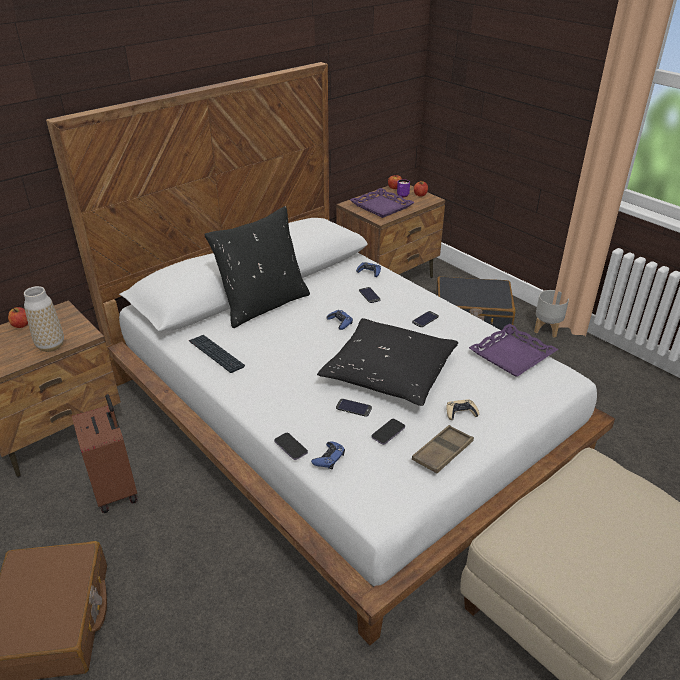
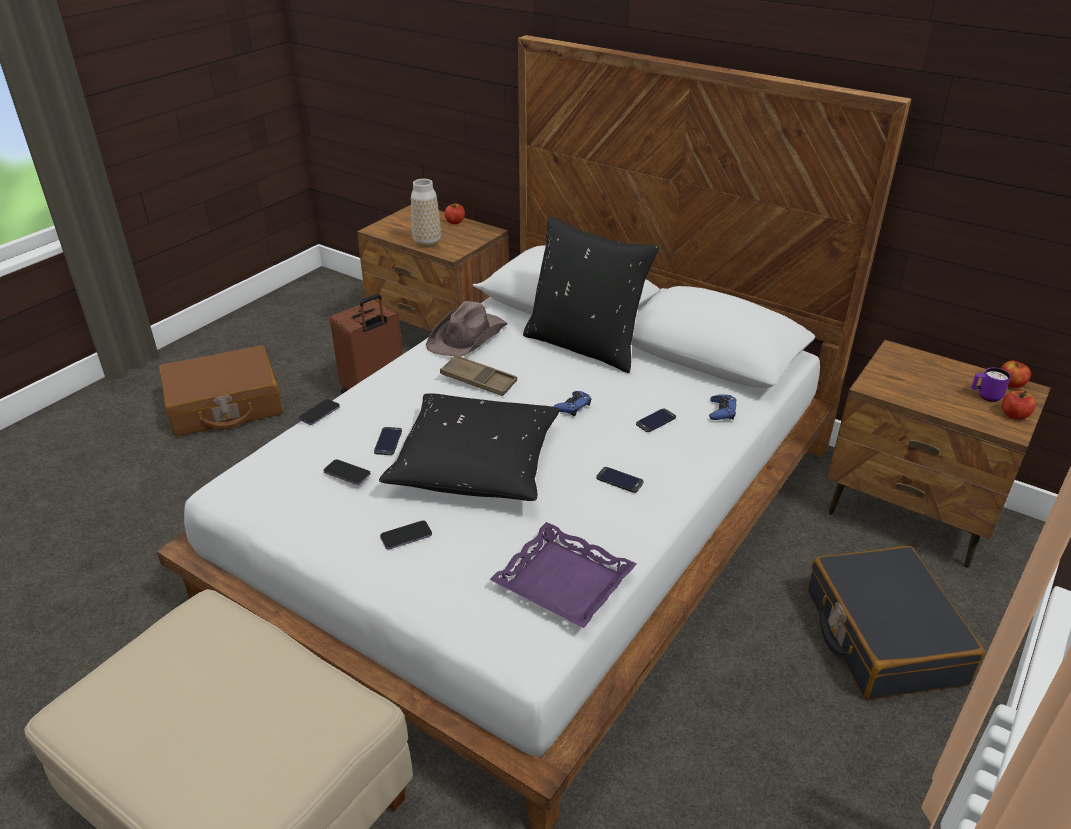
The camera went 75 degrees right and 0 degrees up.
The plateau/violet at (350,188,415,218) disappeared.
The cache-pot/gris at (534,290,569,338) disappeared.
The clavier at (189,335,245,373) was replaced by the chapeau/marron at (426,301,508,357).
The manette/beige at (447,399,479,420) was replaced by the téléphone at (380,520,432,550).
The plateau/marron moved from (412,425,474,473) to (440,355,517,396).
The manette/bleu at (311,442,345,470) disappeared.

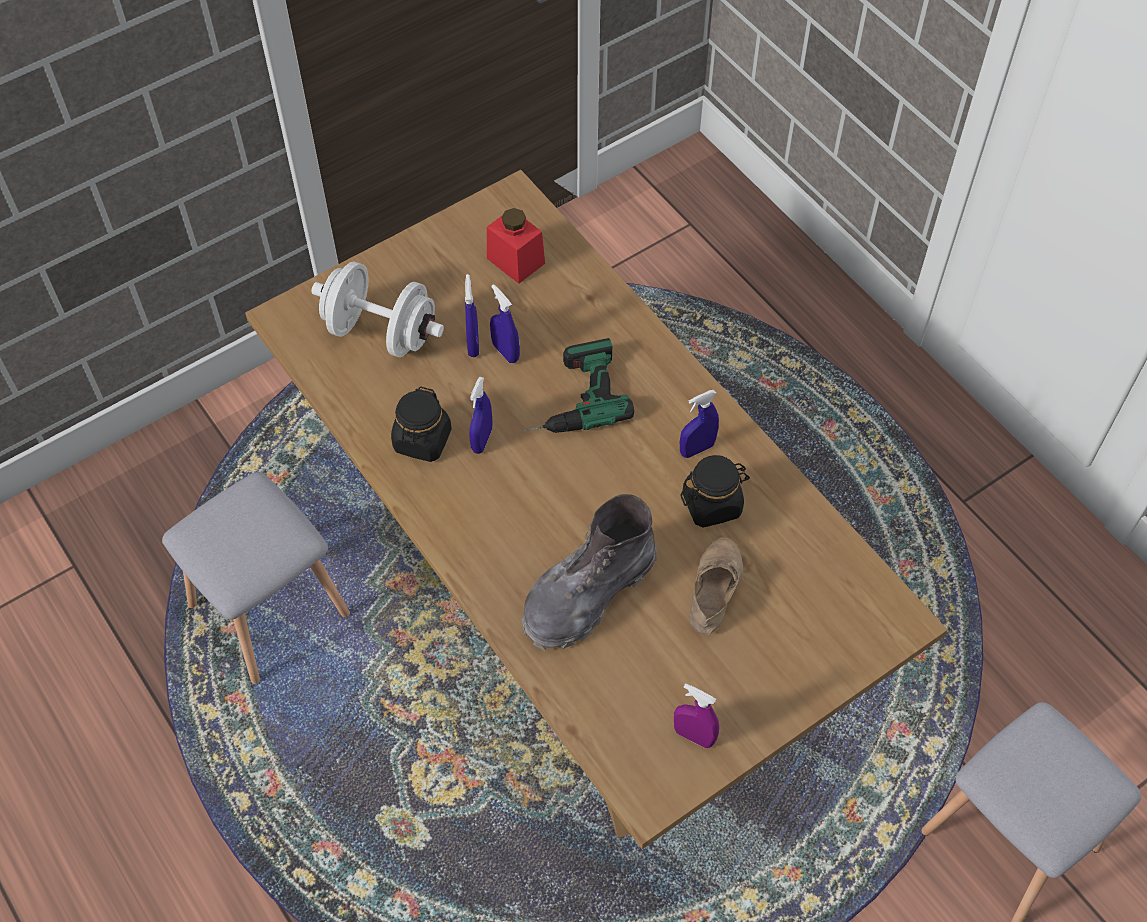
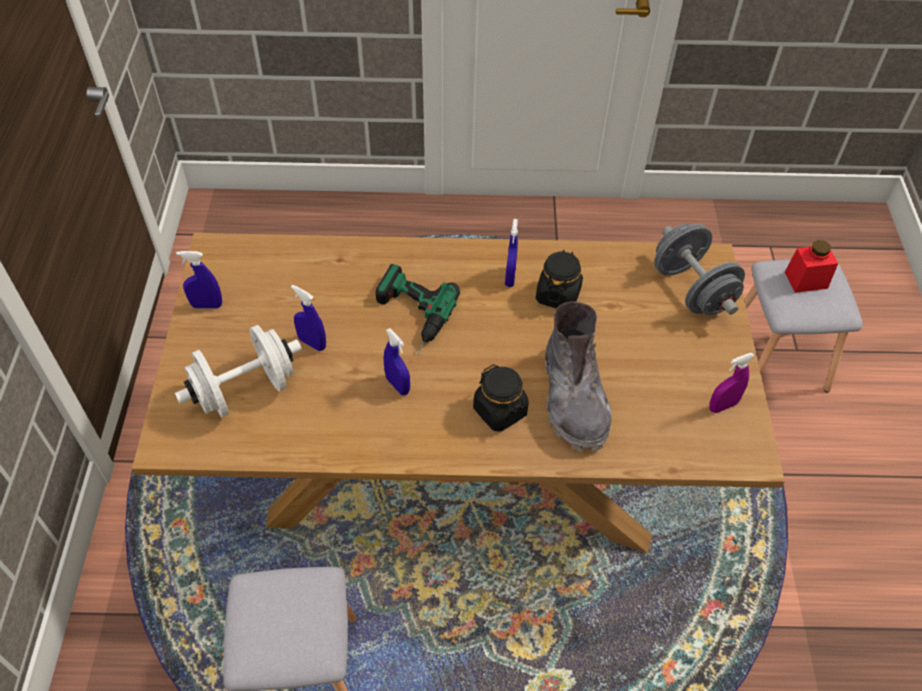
The camera went 55 degrees left and 5 degrees down.
The bocal/rouge moved from (487,208,545,284) to (785,240,838,293).
The vaporisateur/bleu moved from (490,284,520,363) to (176,251,222,308).
The bocal/noir moved from (391,387,452,462) to (473,364,528,432).
The chaussure/beige at (689,537,743,635) disappeared.
The haltère/gris at (654,224,745,315) appeared.

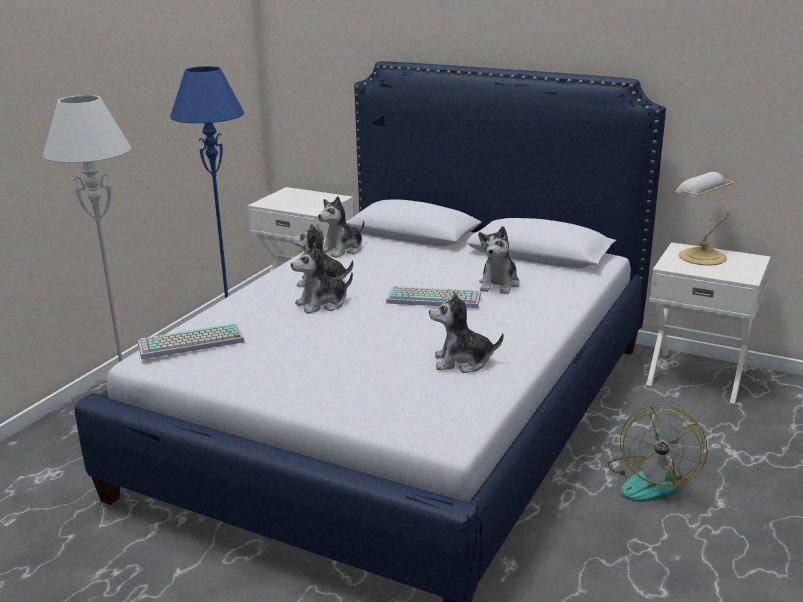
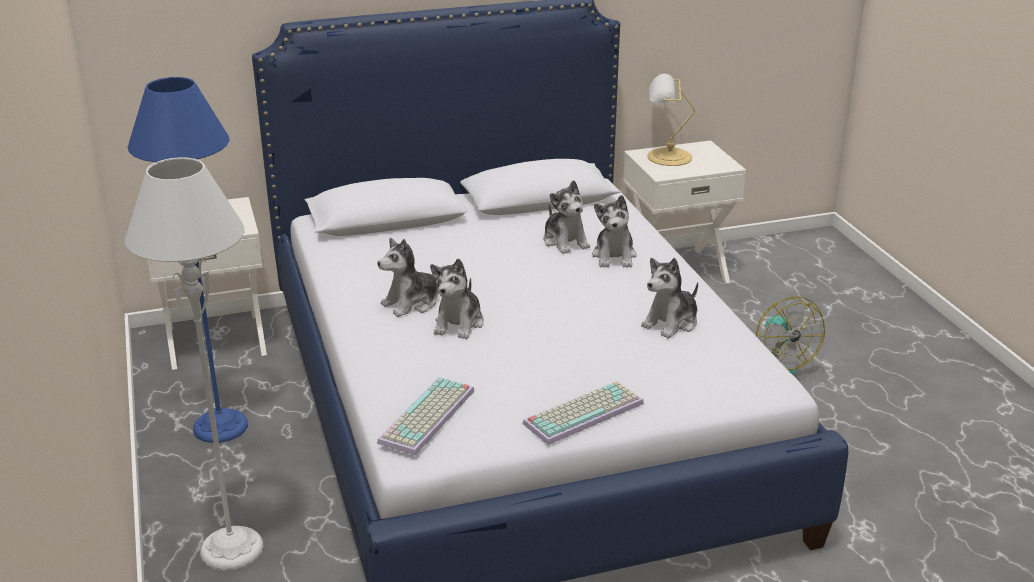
The camera went 45 degrees left and 5 degrees up.
The peluche moved from (318,196,365,258) to (592,195,637,268).
The clavier moved from (386,286,481,308) to (523,381,644,445).

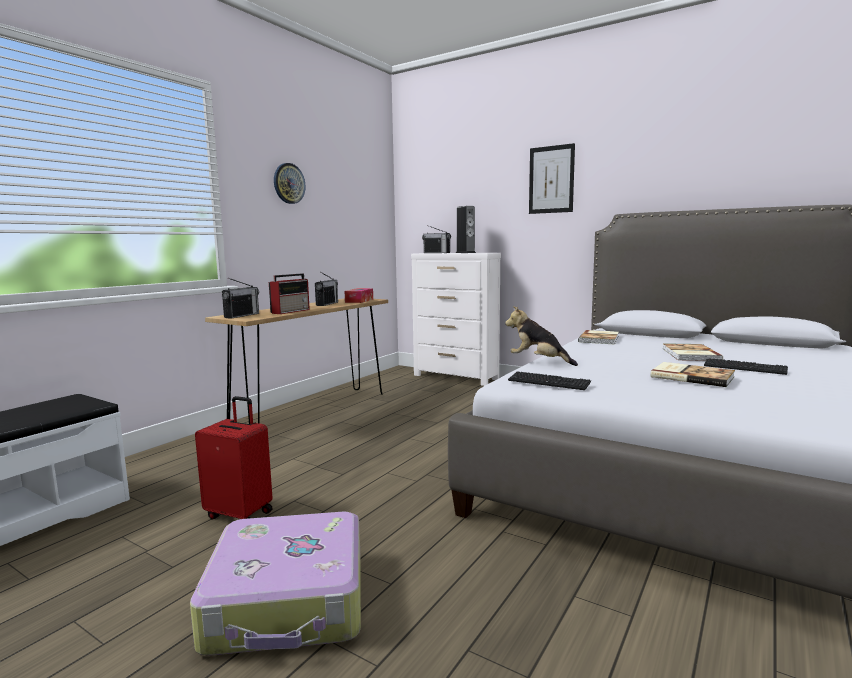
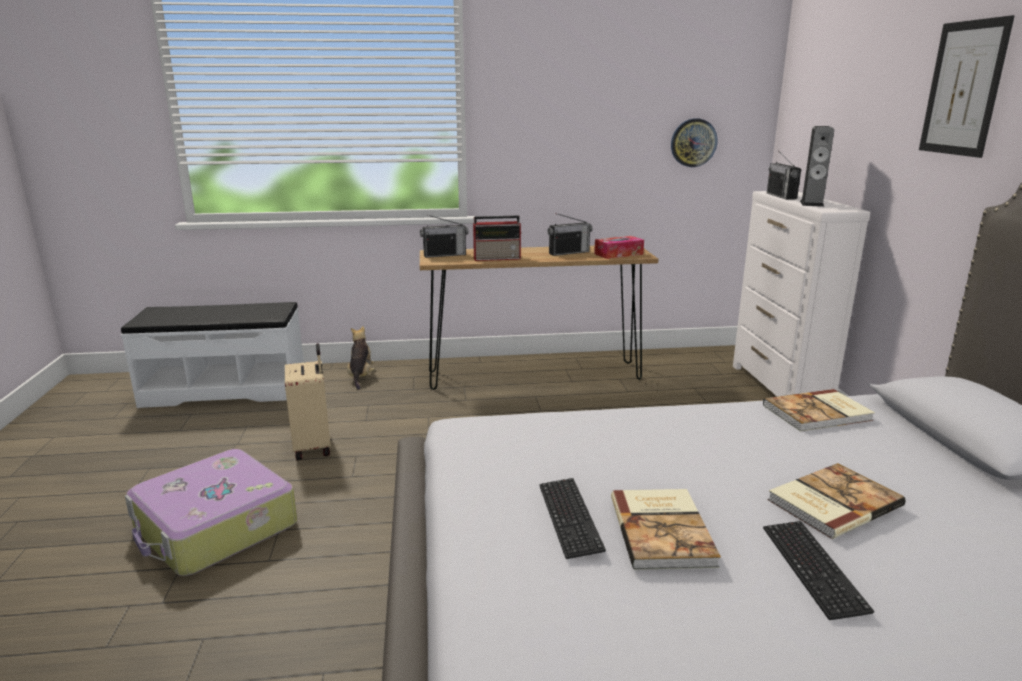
The camera went 50 degrees right and 10 degrees up.
The horloge murale moved from (274,163,305,204) to (671,118,717,167).
The peluche moved from (505,306,578,366) to (347,326,375,390).
The clavier moved from (508,371,591,390) to (539,478,606,559).
The valise/rouge at (195,396,273,519) became the valise/beige at (285,344,331,460).

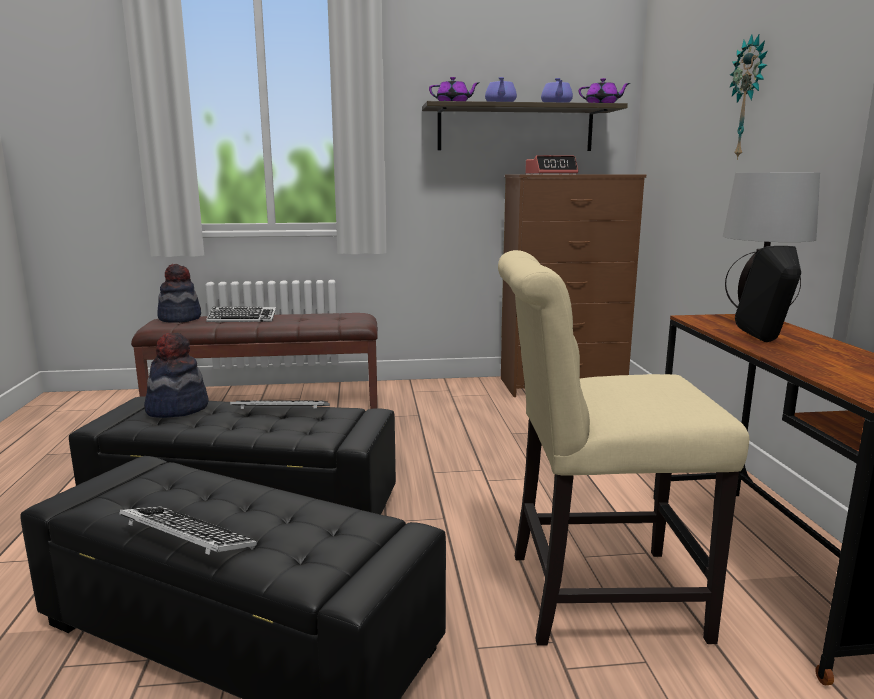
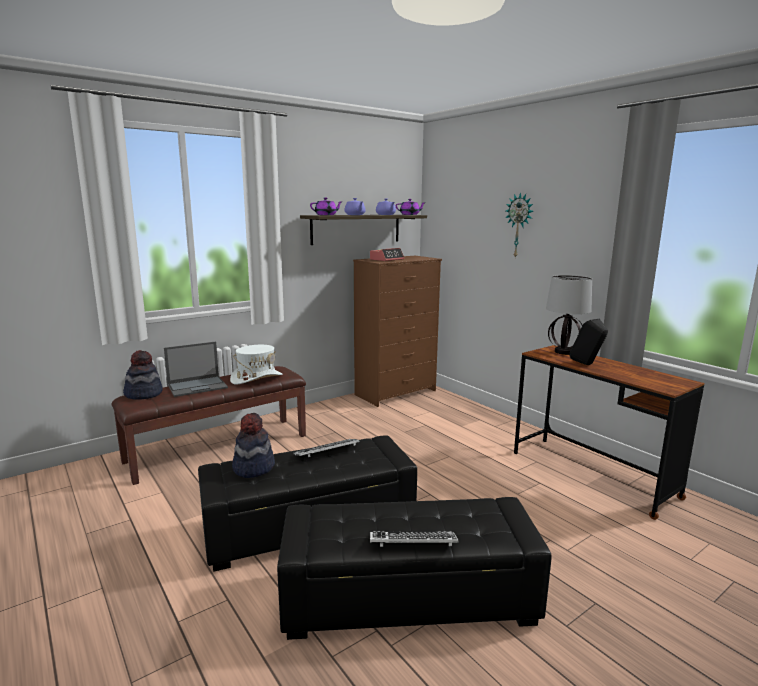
The camera went 30 degrees left and 0 degrees up.
The chaise/beige at (498,250,749,646) disappeared.
The clavier at (206,307,276,322) was replaced by the ordinateur portable at (164,342,228,397).
The chapeau/blanc at (230,345,282,384) appeared.

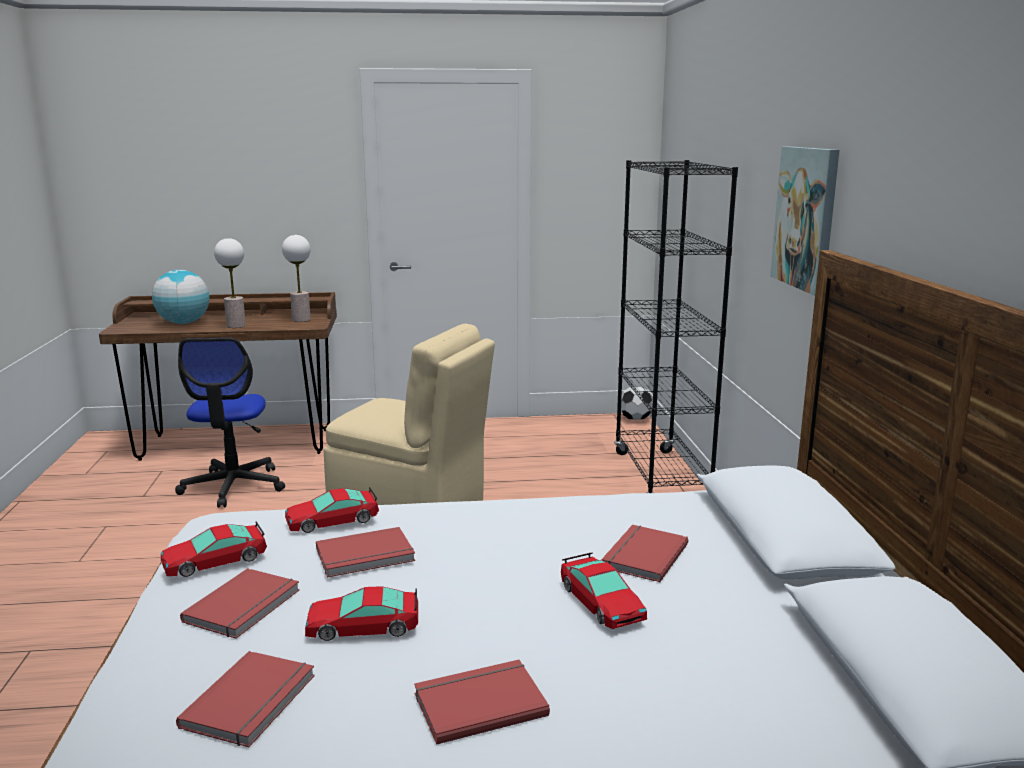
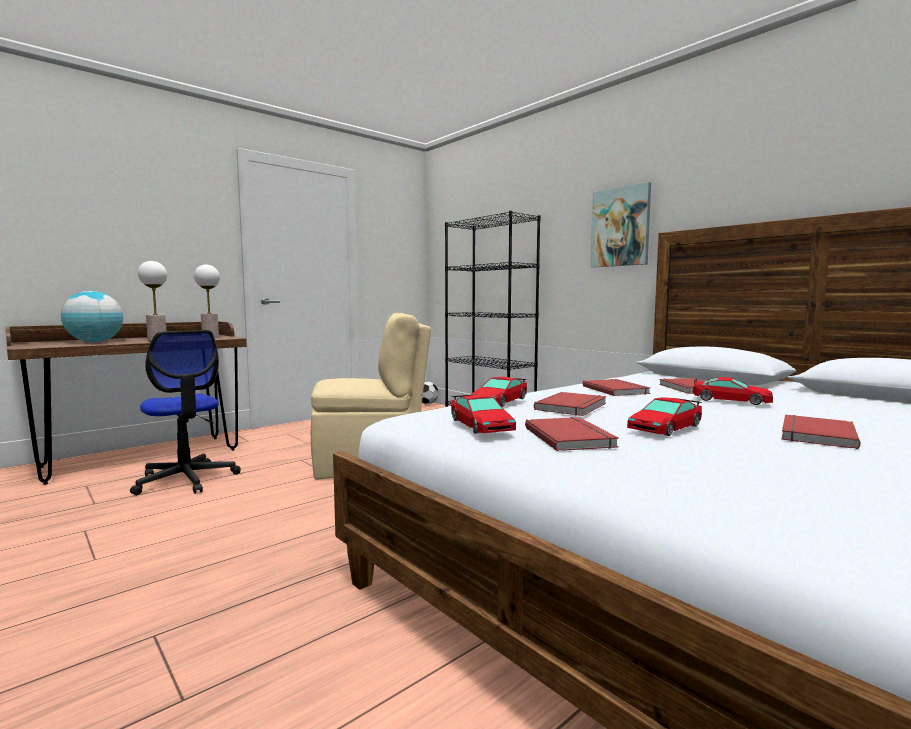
The camera went 35 degrees left and 10 degrees down.
The petite voiture at (161,521,267,577) turned 45 degrees counterclockwise.
The livre/rouge moved from (176,651,315,747) to (583,379,650,396).

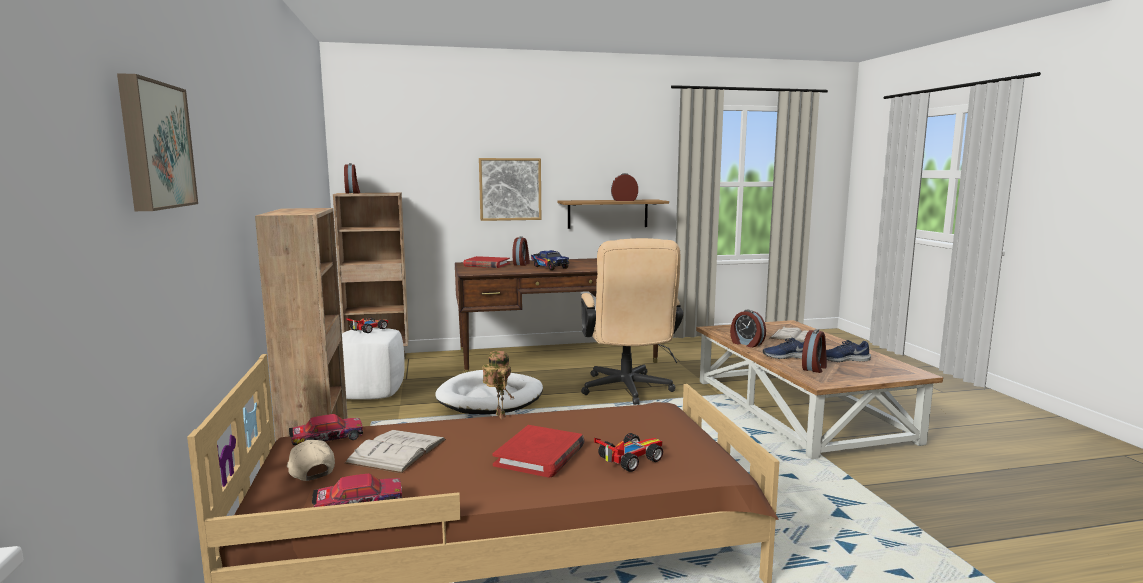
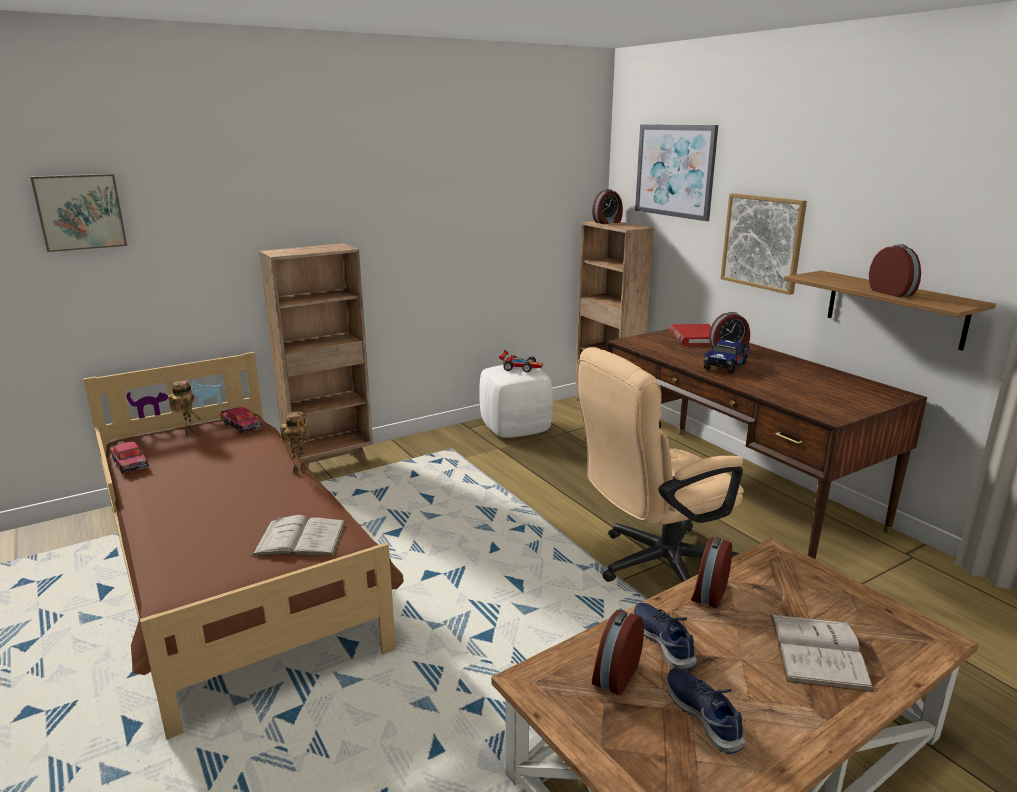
The camera went 70 degrees right and 10 degrees up.
The réveil at (802,329,827,373) turned 105 degrees clockwise.
The panier pour chien/blanc at (435,370,543,414) disappeared.
The livre/rouge at (492,425,585,478) disappeared.
The livre/blanc moved from (345,430,446,473) to (251,515,346,556).
The petite voiture at (594,433,663,472) disappeared.
The casquette/beige at (287,440,335,481) was replaced by the robot jouet at (168,381,201,437).
The tableau at (635,124,718,221) appeared.

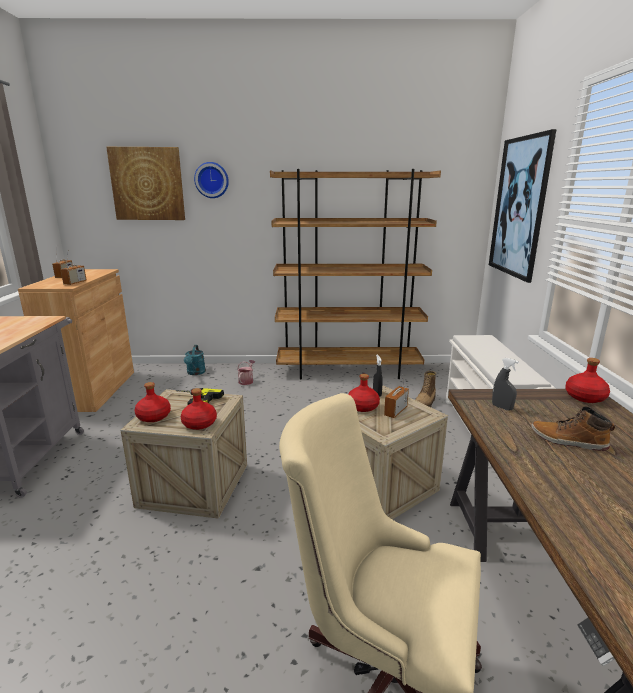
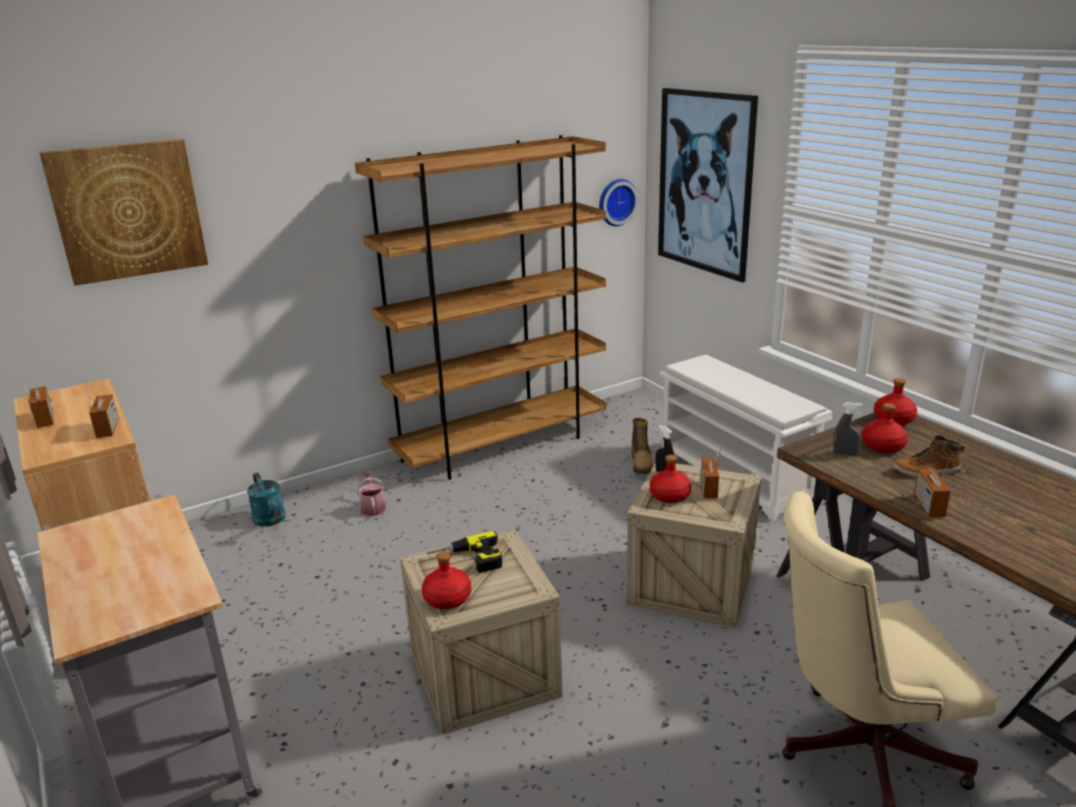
The camera went 30 degrees left and 5 degrees up.
The horloge murale moved from (194,162,229,198) to (599,179,638,226).
The bouteille/rouge moved from (181,388,217,430) to (862,403,908,453).
The radio at (914,453,954,517) appeared.

